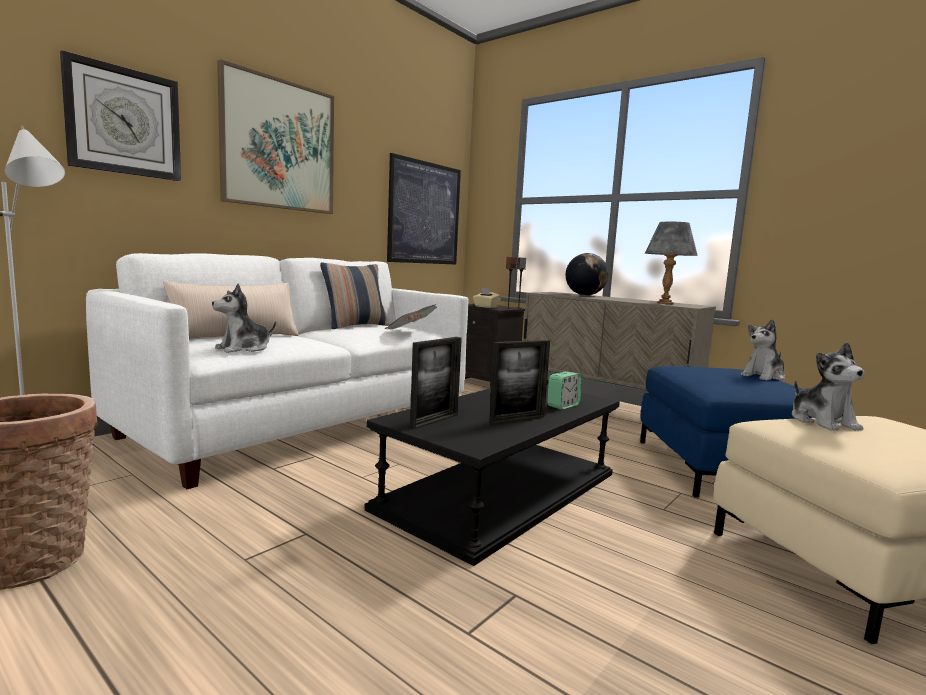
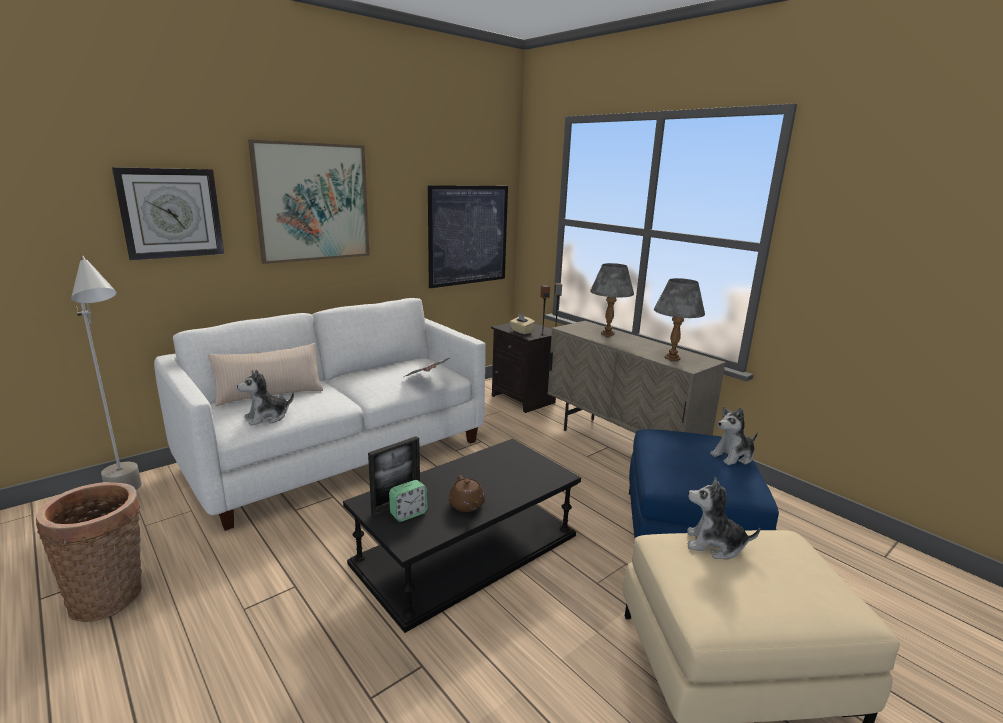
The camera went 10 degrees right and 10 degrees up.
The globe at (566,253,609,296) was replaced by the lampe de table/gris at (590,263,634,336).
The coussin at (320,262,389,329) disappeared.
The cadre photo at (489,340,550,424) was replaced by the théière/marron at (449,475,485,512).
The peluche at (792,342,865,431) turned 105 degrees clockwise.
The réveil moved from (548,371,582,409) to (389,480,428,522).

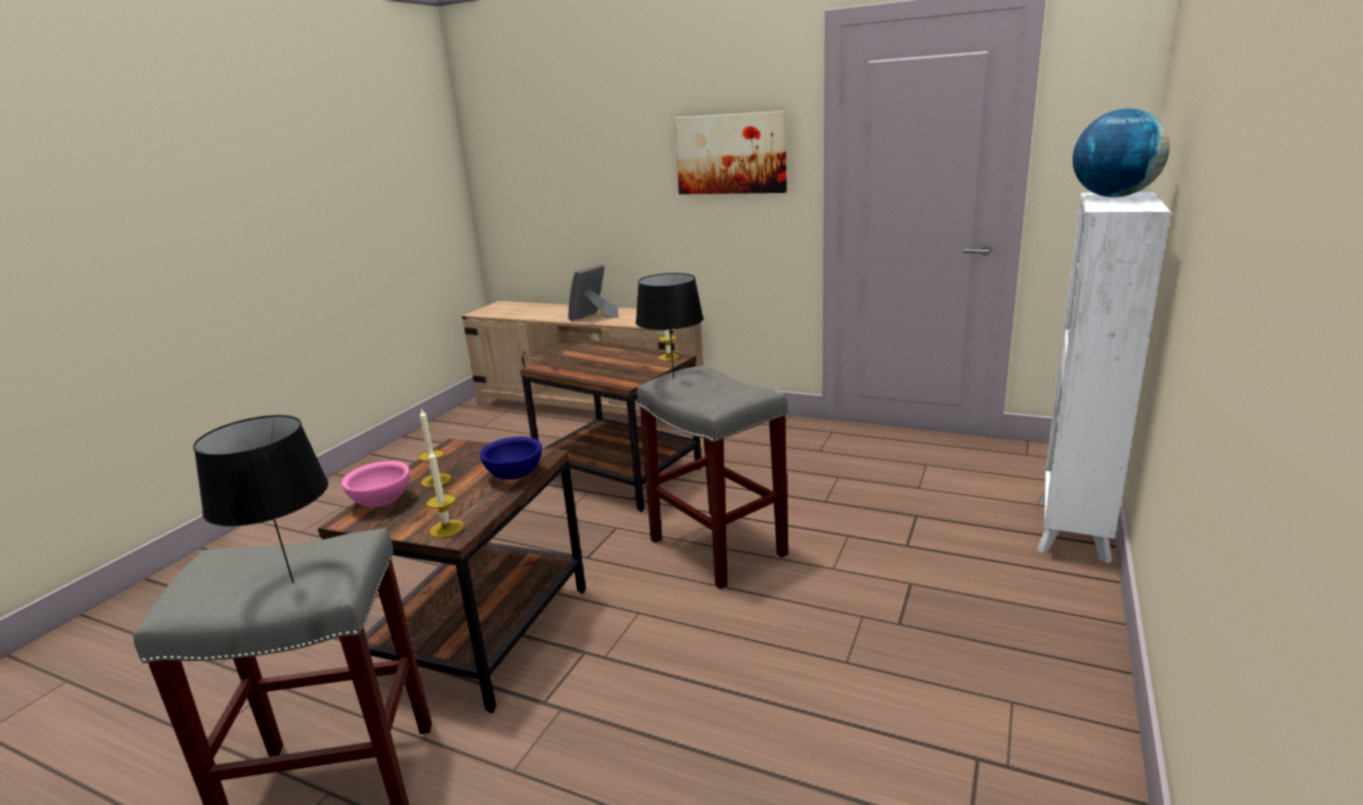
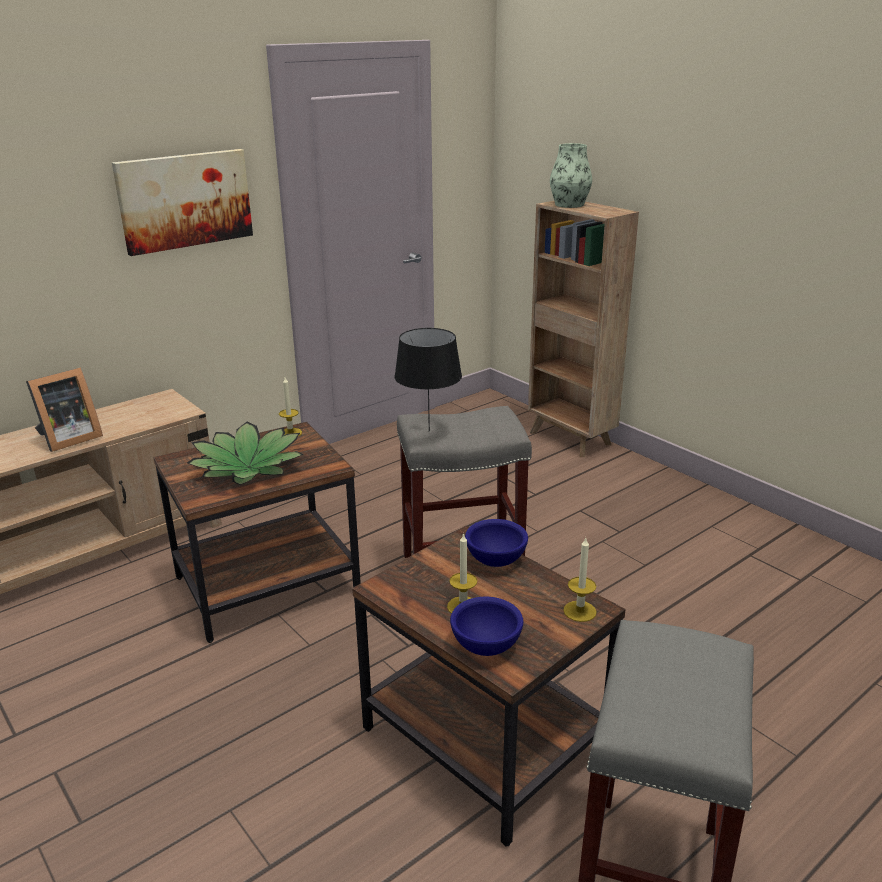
The camera went 65 degrees left and 5 degrees up.
The globe at (1073,109,1170,197) was replaced by the vase at (550,143,592,208).
The bibliothèque/blanc at (1037,192,1171,563) became the bibliothèque/marron at (528,201,639,457).
The cadre photo at (568,264,618,321) turned 105 degrees counterclockwise.
The lampe de table/noir at (193,415,328,583) disappeared.
The bol/rose at (342,461,410,507) became the bol/bleu at (450,597,523,656).
The plante en pot at (187,421,303,485) appeared.

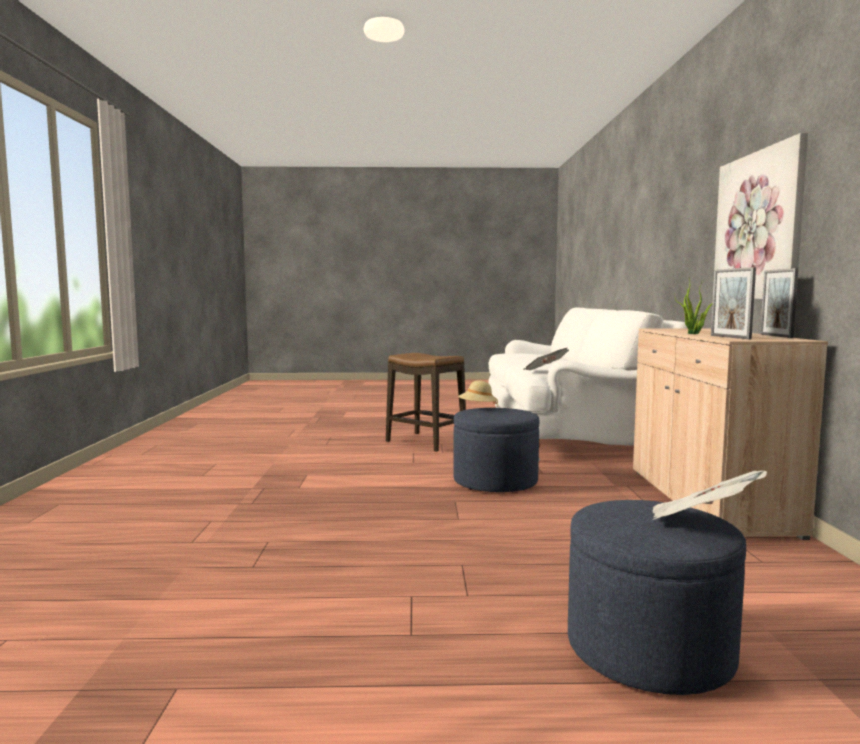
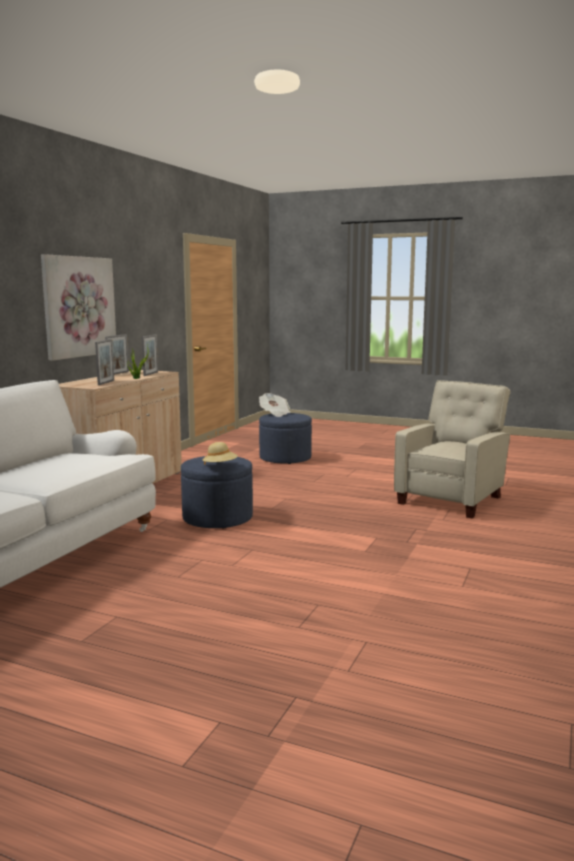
The camera went 155 degrees left and 5 degrees up.
The journal at (523,348,569,370) disappeared.
The tabouret at (386,353,466,452) disappeared.
The cadre photo at (95,339,114,385) appeared.
The fauteuil/beige at (394,380,511,518) appeared.

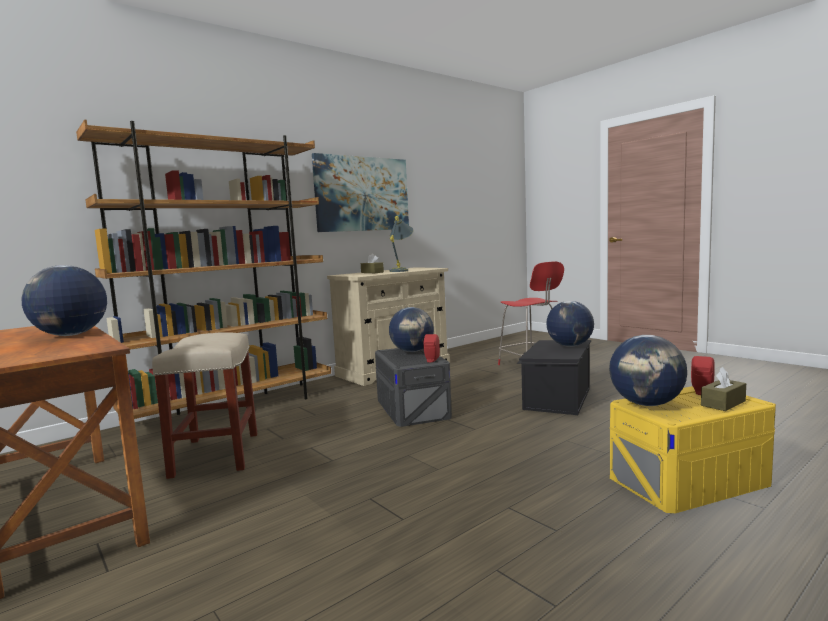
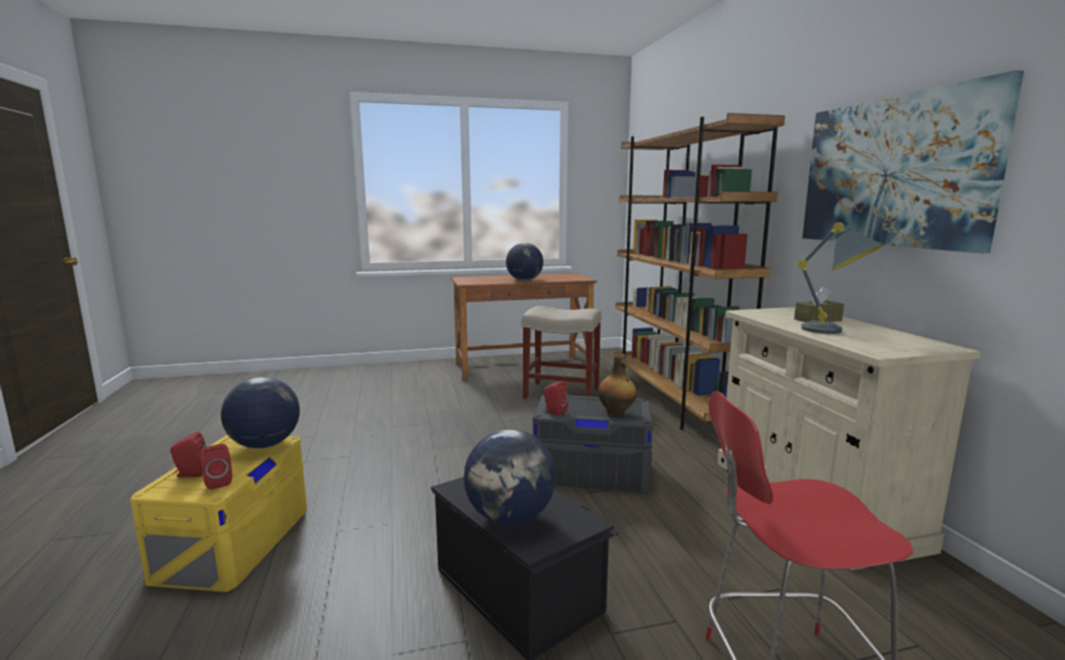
The camera went 115 degrees right and 5 degrees up.
The globe at (389,307,434,352) was replaced by the bouteille at (598,354,637,416).
The boîte à mouchoirs/marron at (701,367,746,411) was replaced by the enceinte/rouge at (170,432,206,478).

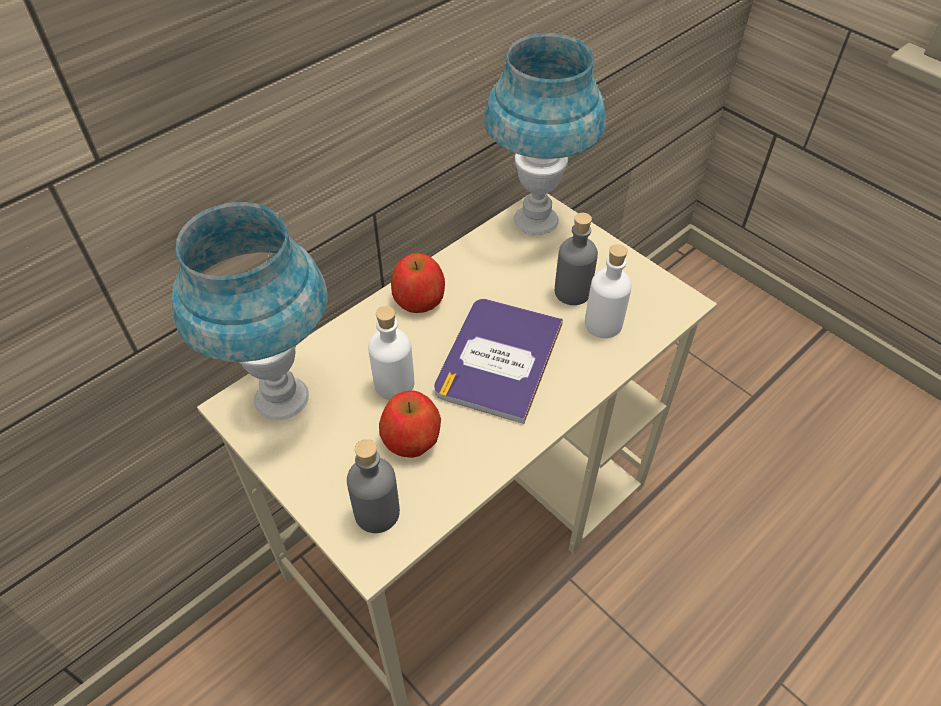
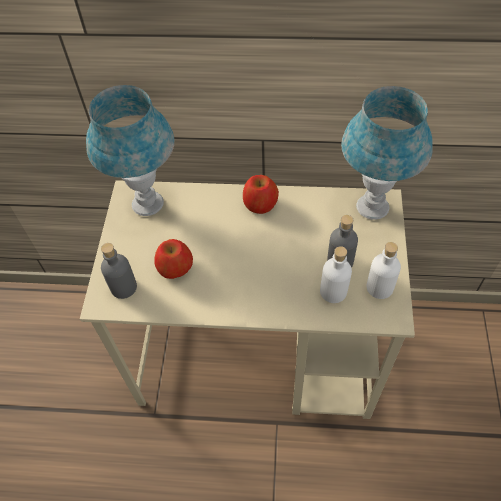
The camera went 50 degrees right and 5 degrees up.
The livre at (434,299,563,424) disappeared.
The bouteille/blanc moved from (368,306,414,400) to (366,242,401,299).

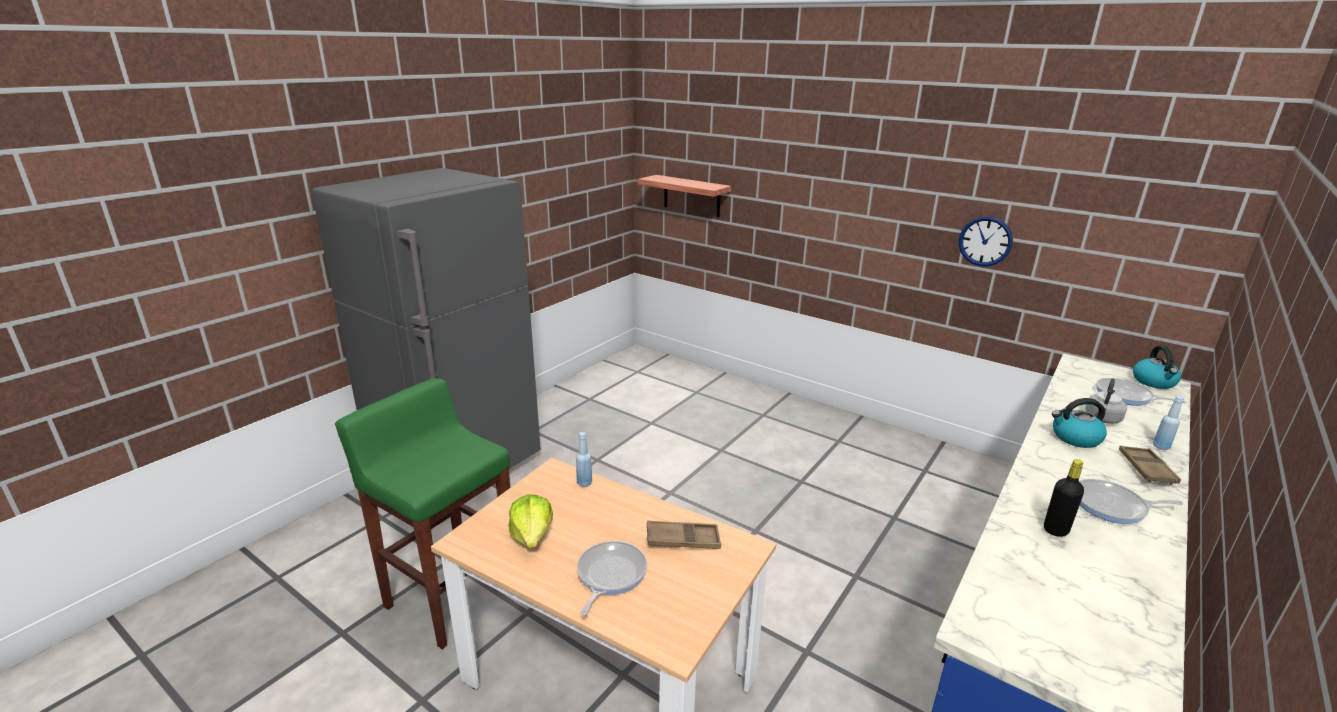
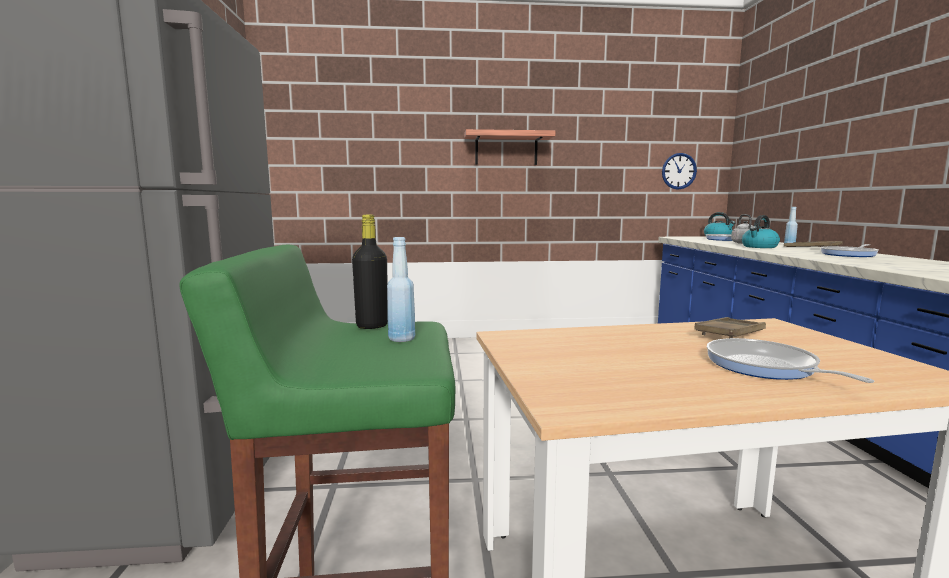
The camera went 40 degrees left and 15 degrees down.
The étagère moved from (638,175,731,217) to (464,129,555,165).
The horloge murale moved from (959,217,1013,266) to (662,153,697,190).
The bouteille/bleu moved from (576,432,592,487) to (387,237,415,342).
The bouteille/noir moved from (1044,459,1084,537) to (352,214,388,329).
The laitue at (509,494,553,548) disappeared.

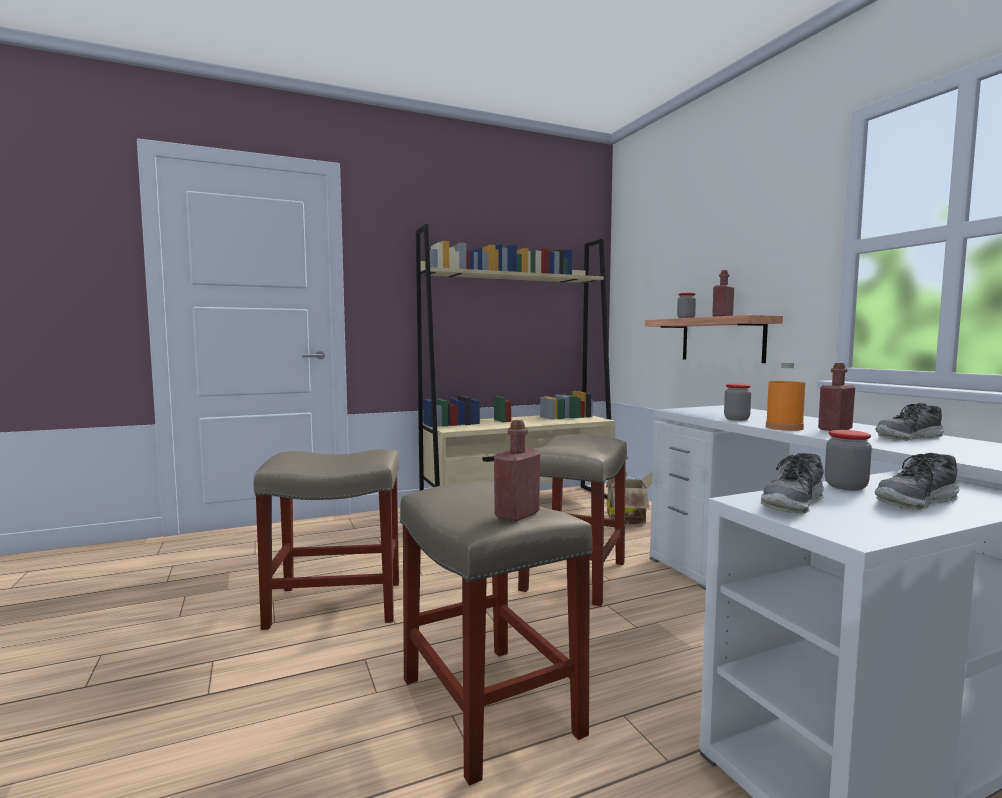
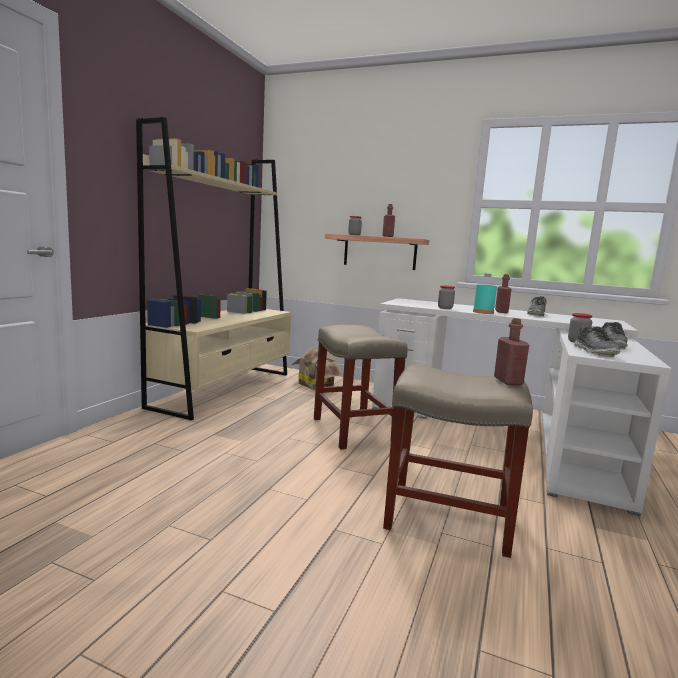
The camera went 45 degrees left and 5 degrees up.
The bouteille/orange at (766,362,805,431) became the bouteille/turquoise at (473,273,497,314).
The tabouret/beige at (254,449,399,630) disappeared.

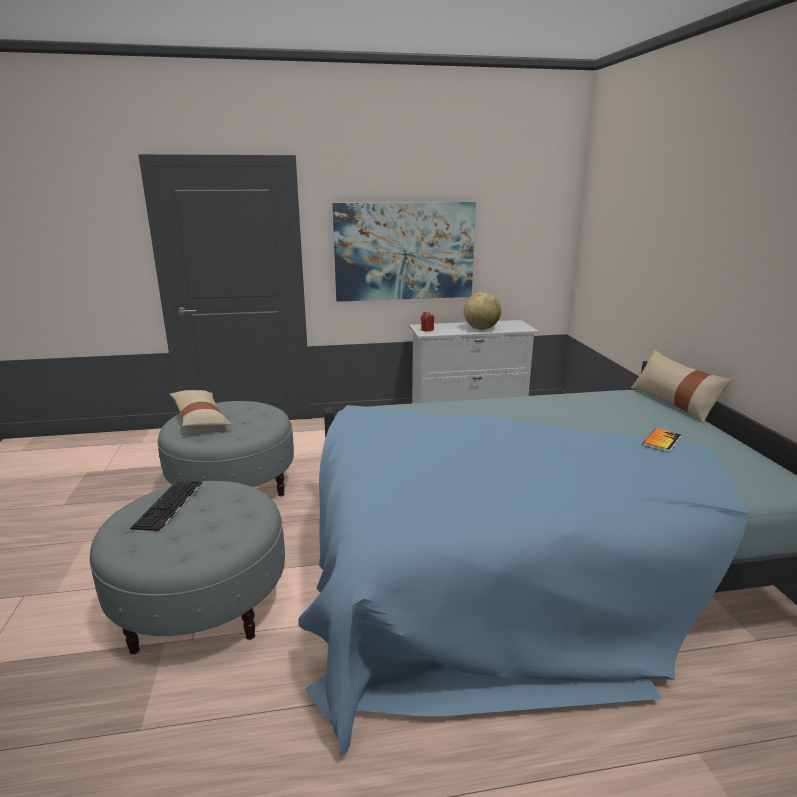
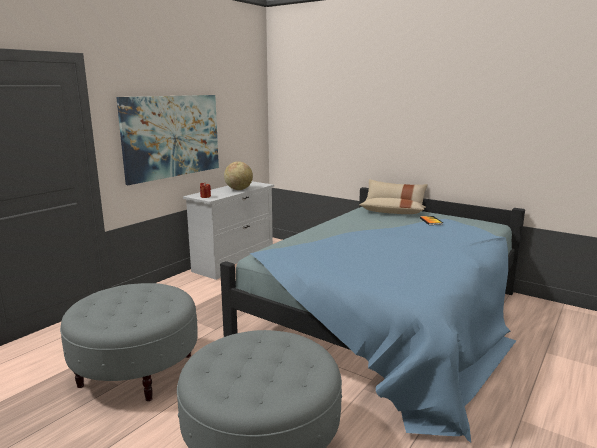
The camera went 45 degrees left and 5 degrees down.
The coussin/beige moved from (170,390,231,429) to (359,198,426,214).
The clavier at (130,480,202,532) disappeared.

